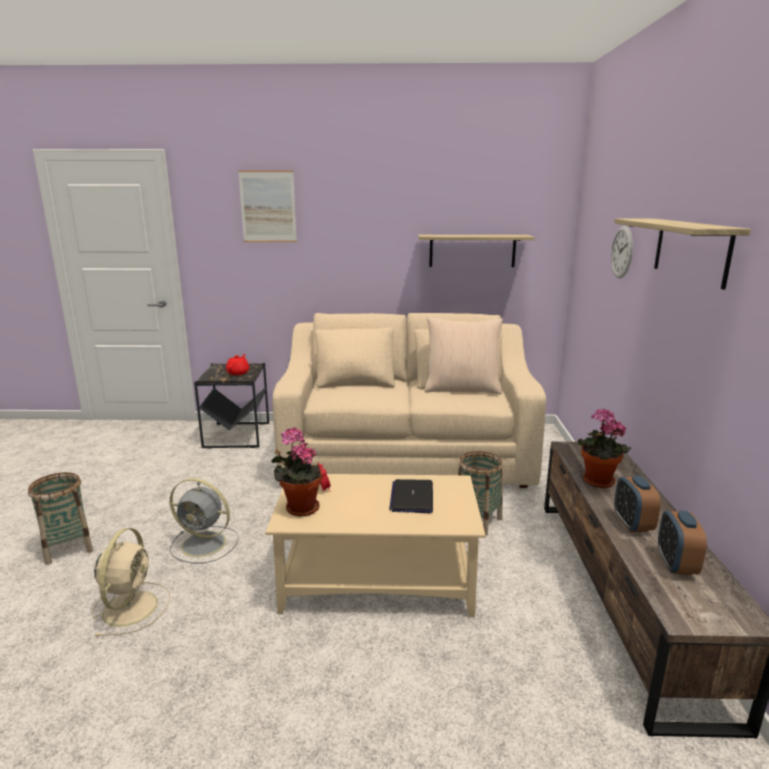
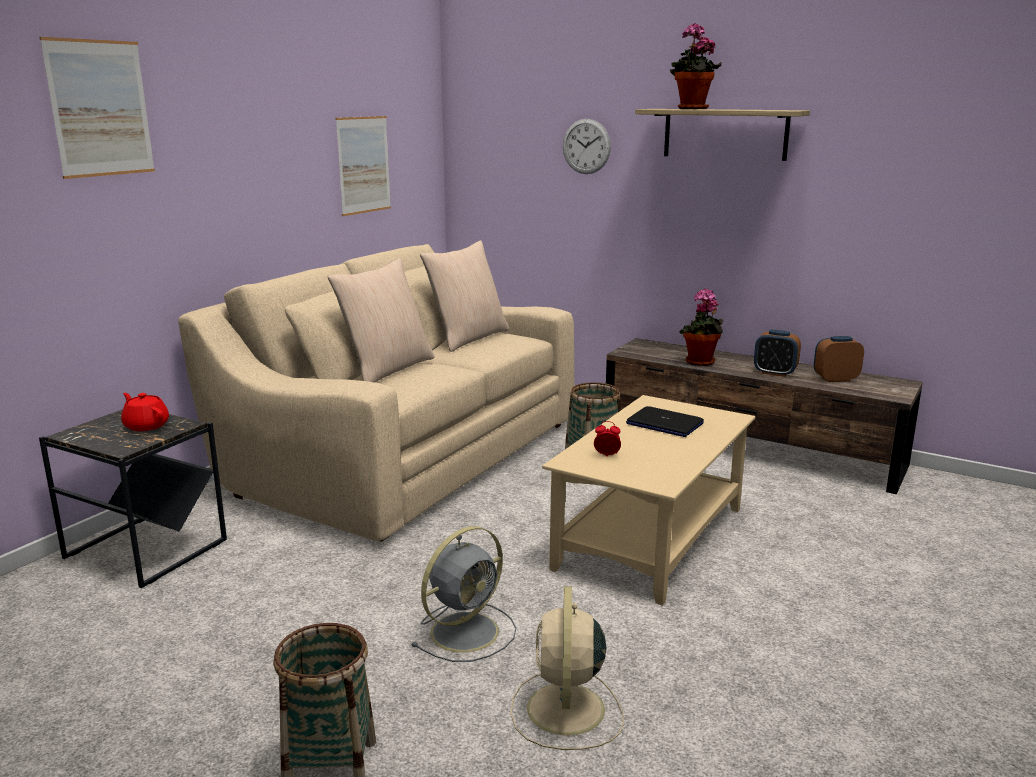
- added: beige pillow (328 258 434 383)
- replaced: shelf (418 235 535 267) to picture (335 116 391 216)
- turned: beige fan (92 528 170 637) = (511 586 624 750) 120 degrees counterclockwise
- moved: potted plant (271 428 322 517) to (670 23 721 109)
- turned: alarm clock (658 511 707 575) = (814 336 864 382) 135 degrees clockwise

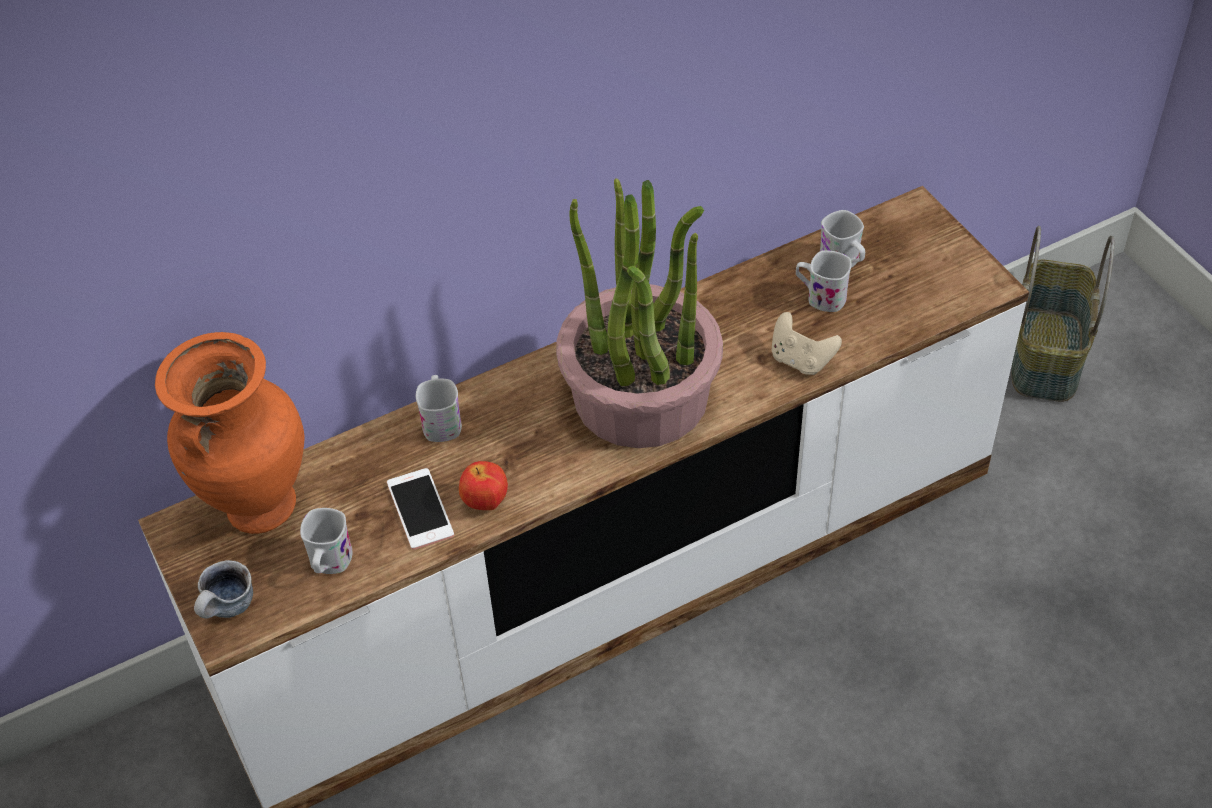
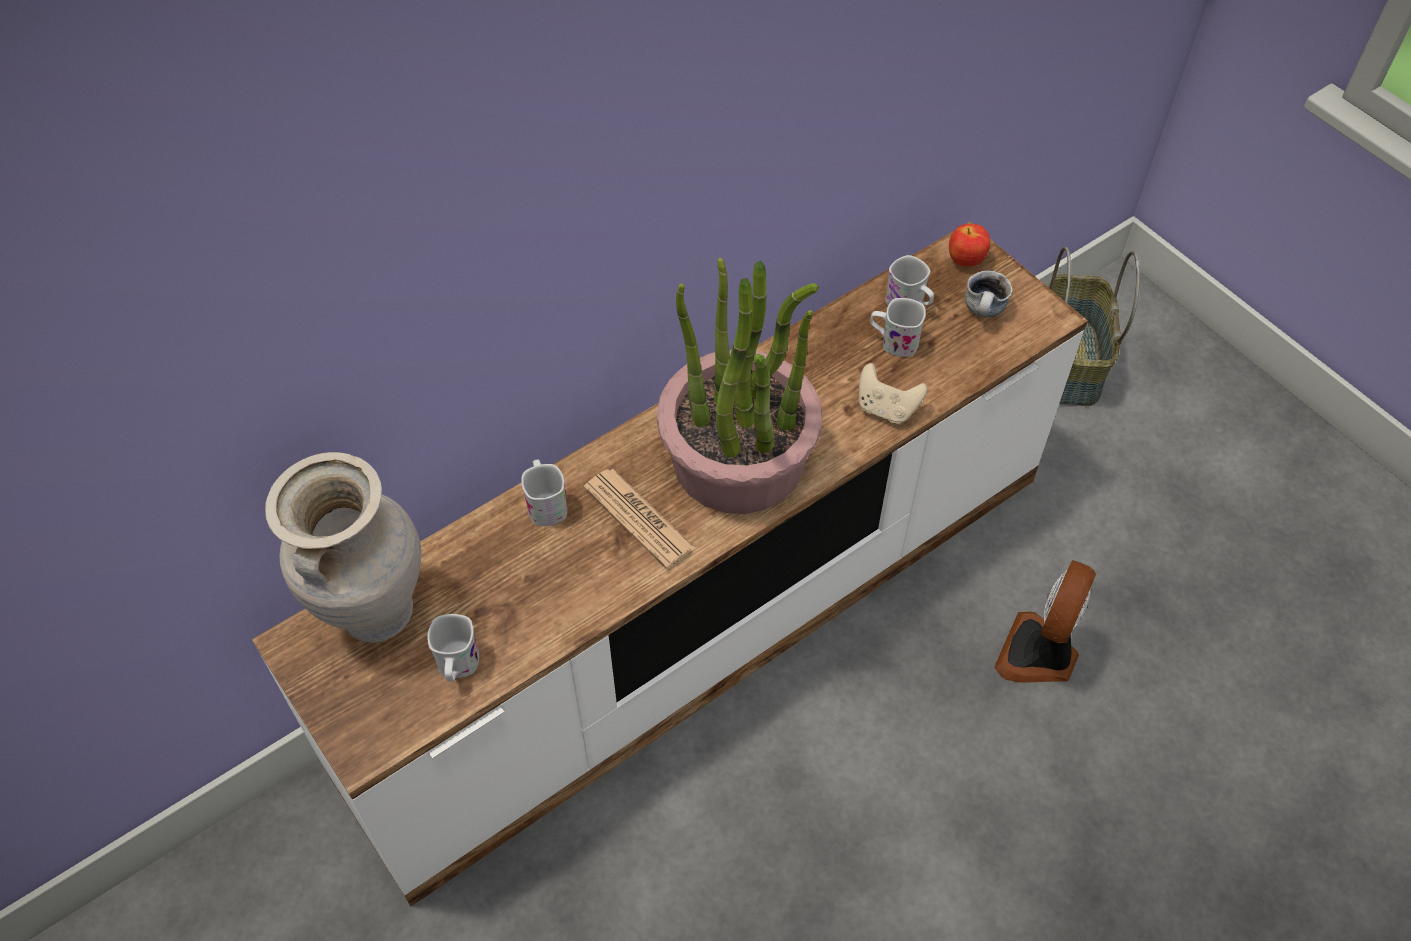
- recoloured: orange vase (155 332 305 534) to beige vase (265 452 421 643)
- added: newspaper (584 469 695 569)
- moved: apple (459 461 508 510) to (949 224 990 266)
- moved: mug (194 560 253 619) to (965 271 1013 318)
- added: fan (994 560 1096 683)
- removed: phone (387 468 454 550)

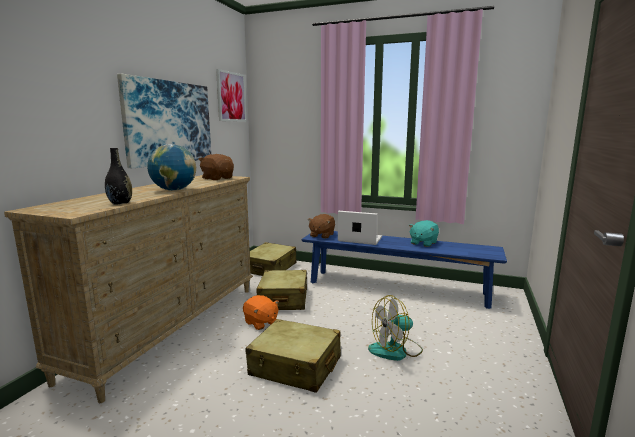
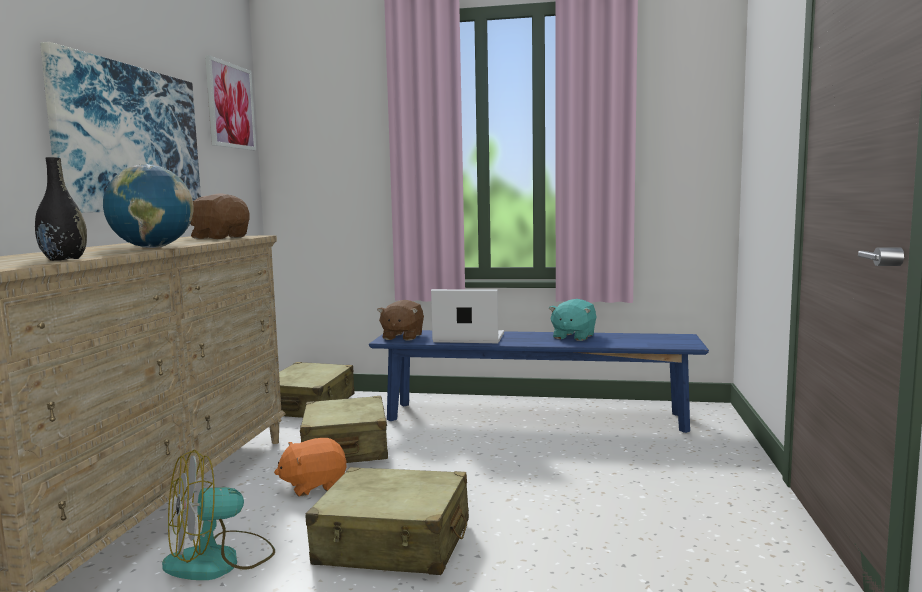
- moved: fan (368 295 423 361) to (162 450 275 580)
- turned: orange plush toy (243 295 279 330) = (274 438 347 497) 120 degrees clockwise

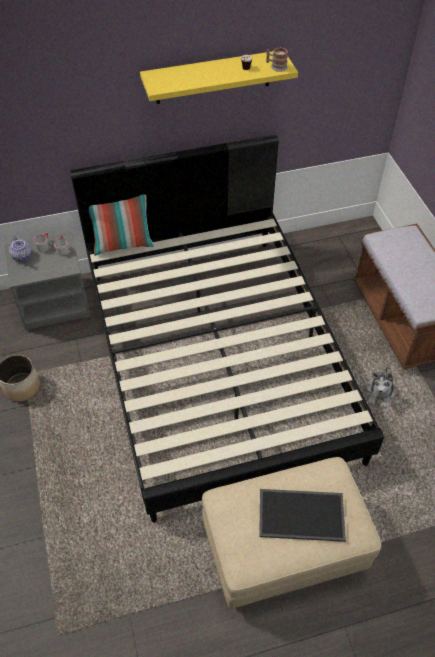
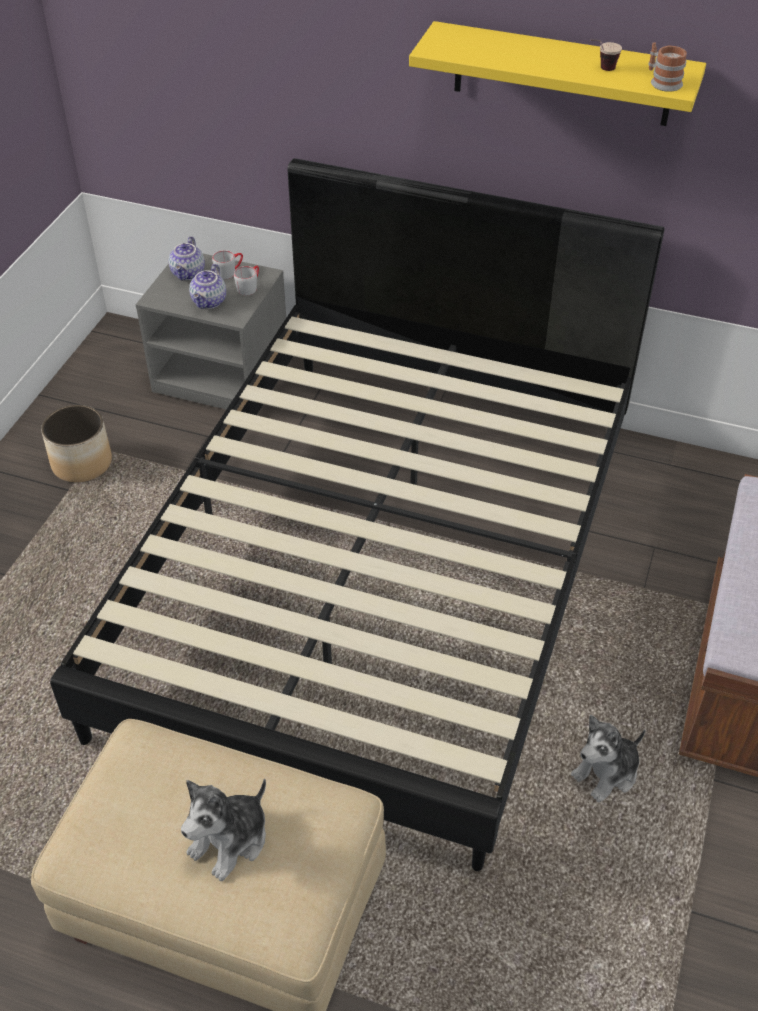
- replaced: tray (259 489 346 542) to plush toy (181 779 266 881)
- added: teapot (189 264 226 309)
- removed: pillow (89 194 154 256)

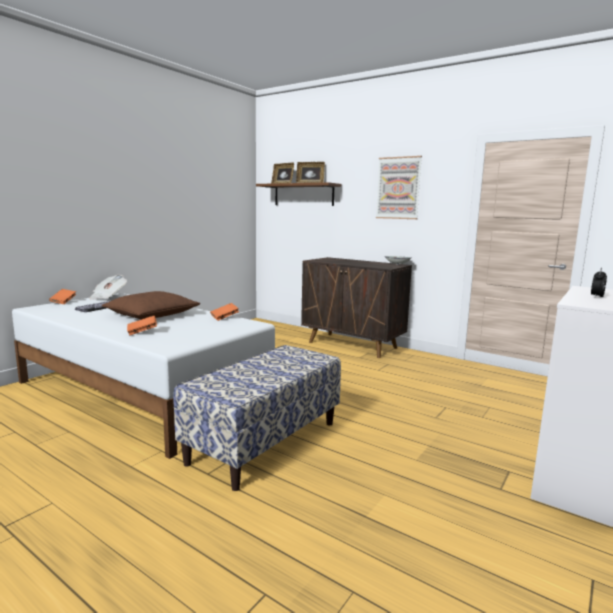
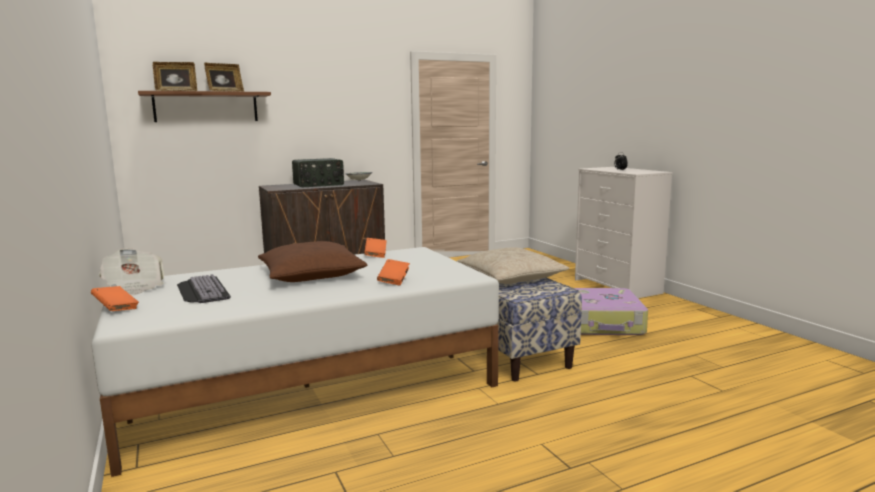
- added: radio (292 158 344 187)
- added: beige pillow (457 247 569 284)
- added: suitcase (574 288 648 335)
- removed: picture (376 156 422 219)

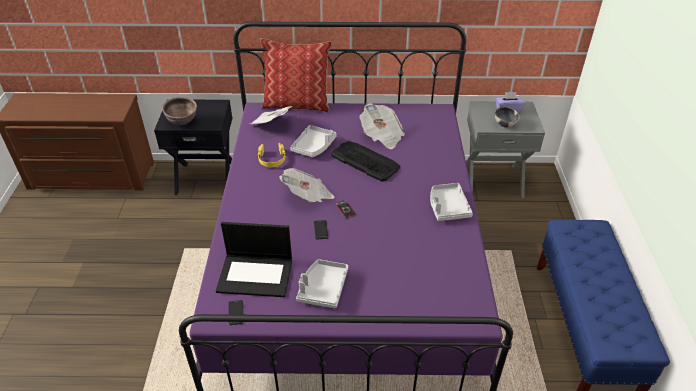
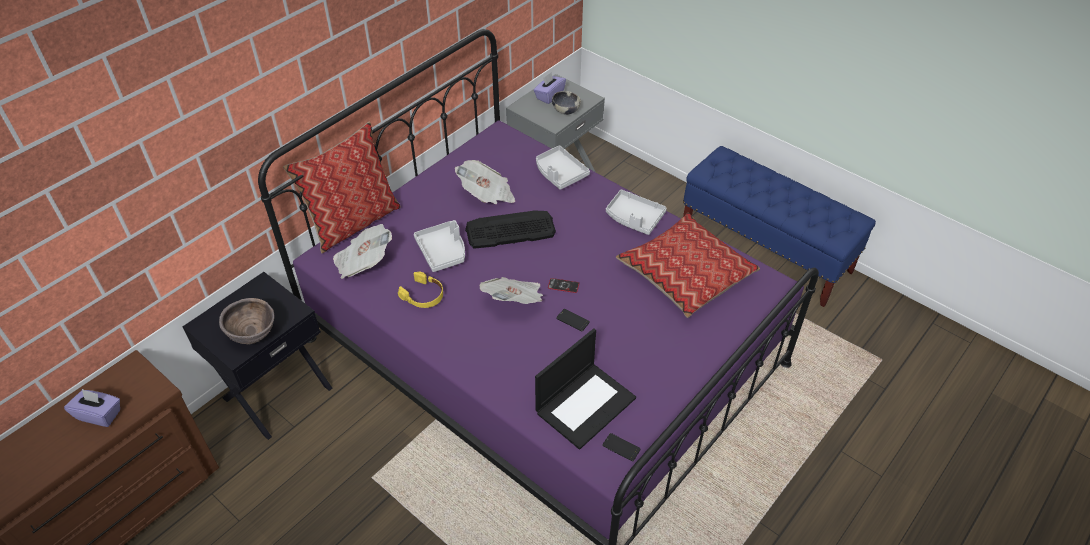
- added: purple tissue box (64 389 120 427)
- moved: grey tray (296 259 348 308) to (536 145 590 190)
- added: pillow (616 213 760 318)

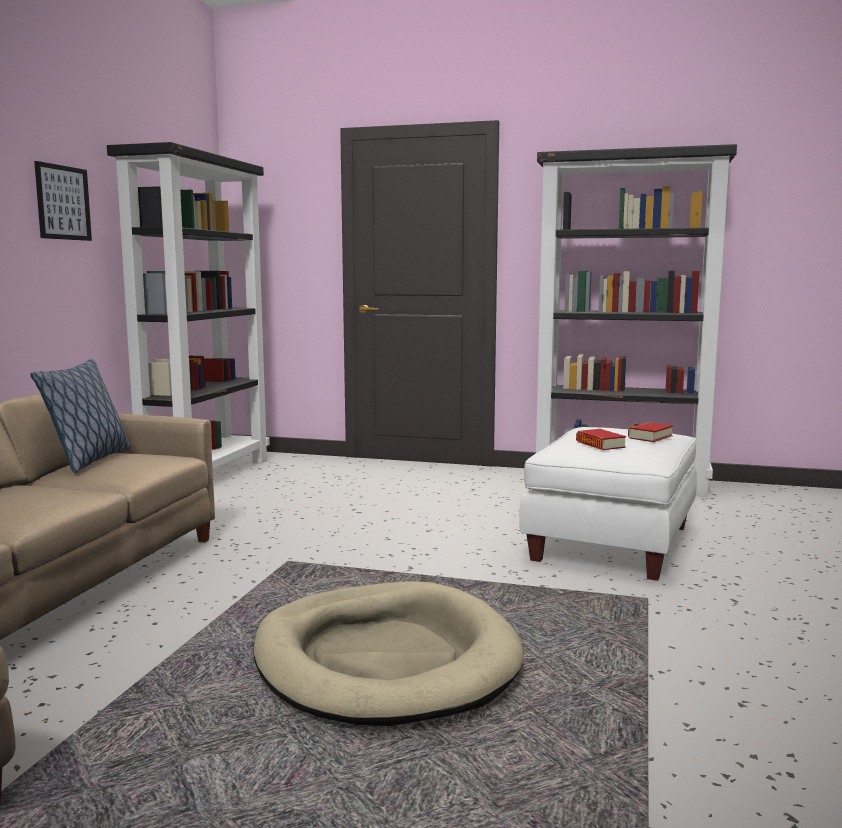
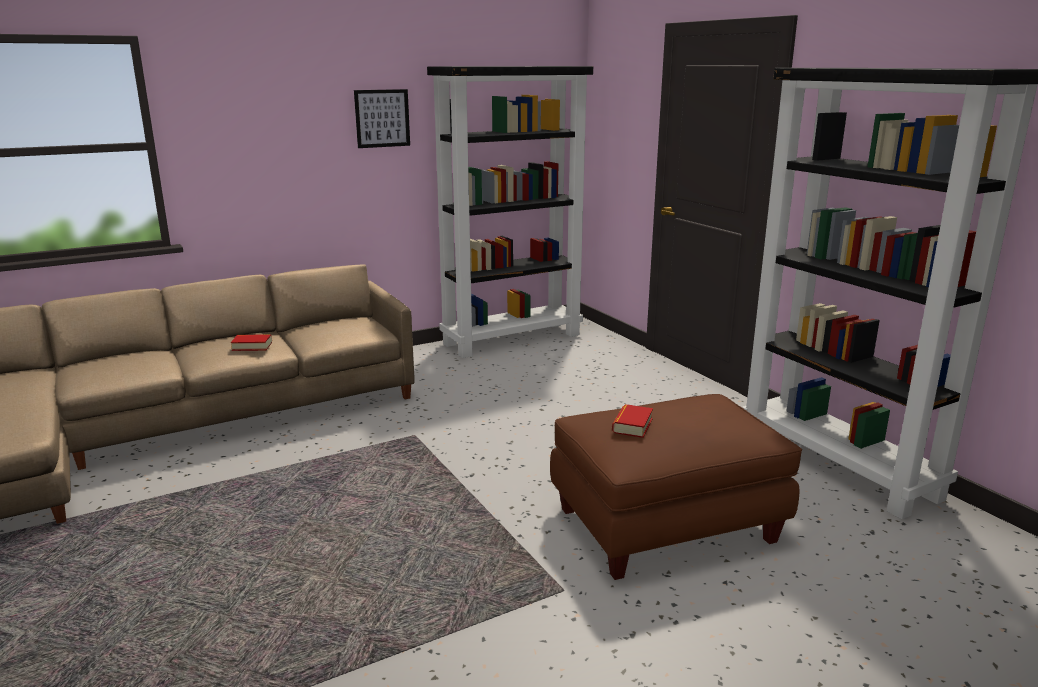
- moved: book (628 422 673 442) to (231 334 272 351)
- recoloured: white ottoman (519 427 697 581) to brown ottoman (550 394 802 580)
- removed: pillow (30 359 130 473)
- removed: beige dog bed (253 581 524 726)

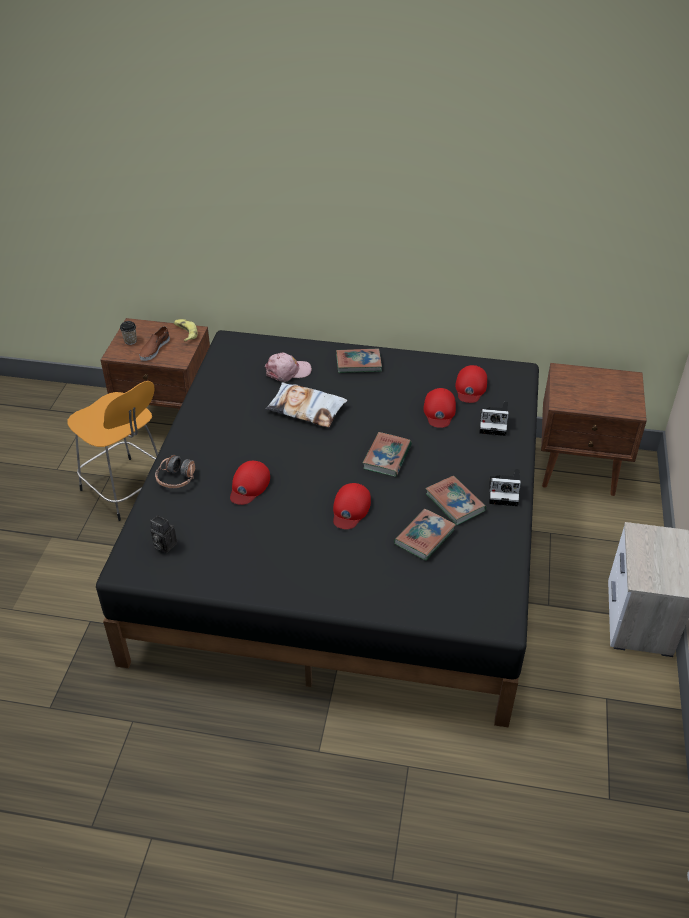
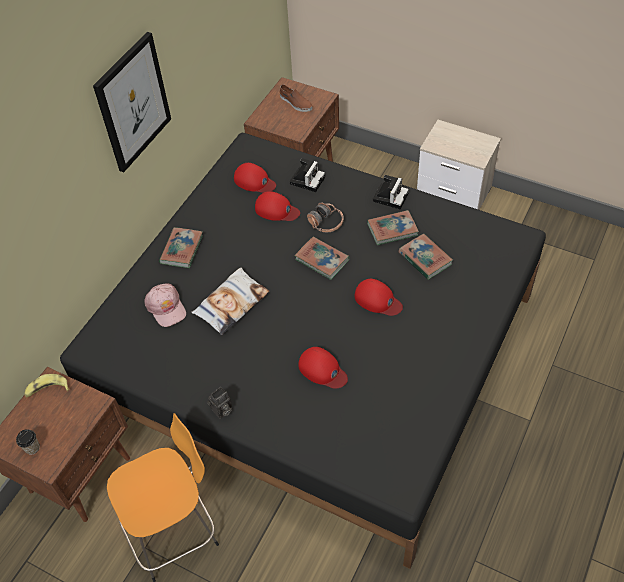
- added: picture (93 32 171 172)
- turned: pink cap (265 353 312 382) = (144 284 186 327) 150 degrees clockwise
- moved: photo camera (150 515 177 553) to (207 387 233 419)
- moved: brown shoe (139 326 170 361) to (279 85 312 112)
- moved: headphones (155 455 195 488) to (307 203 344 232)

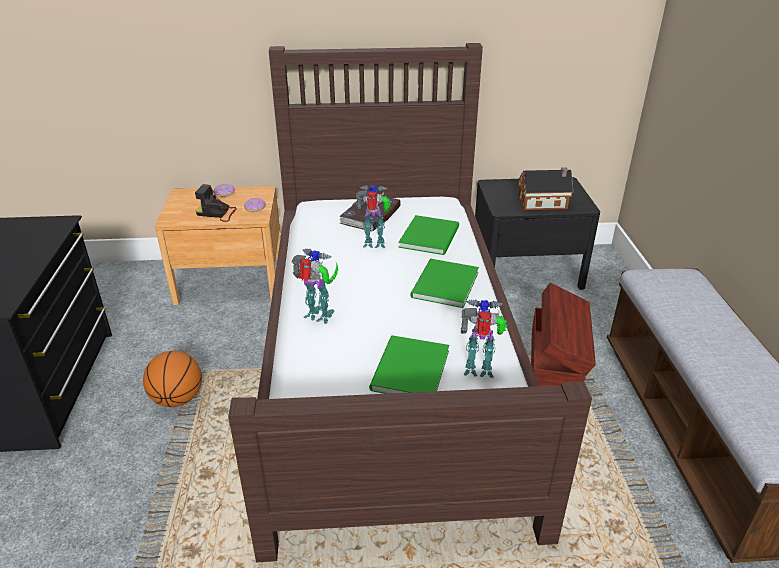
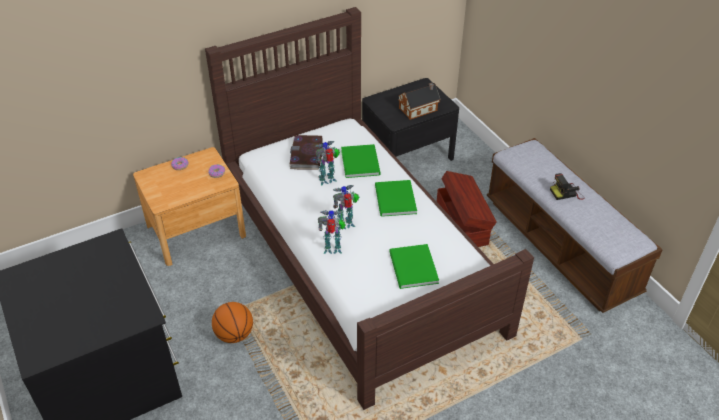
- moved: toy robot (461 299 508 378) to (333 185 359 231)
- moved: photo camera (195 184 237 222) to (550 173 585 200)

